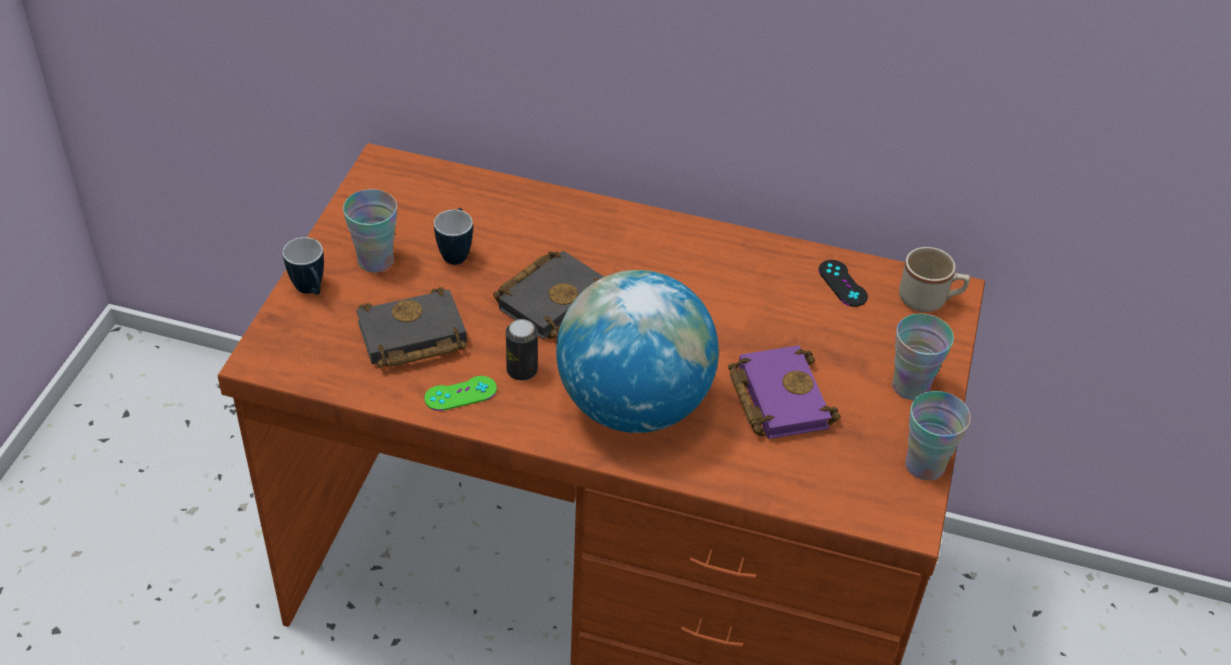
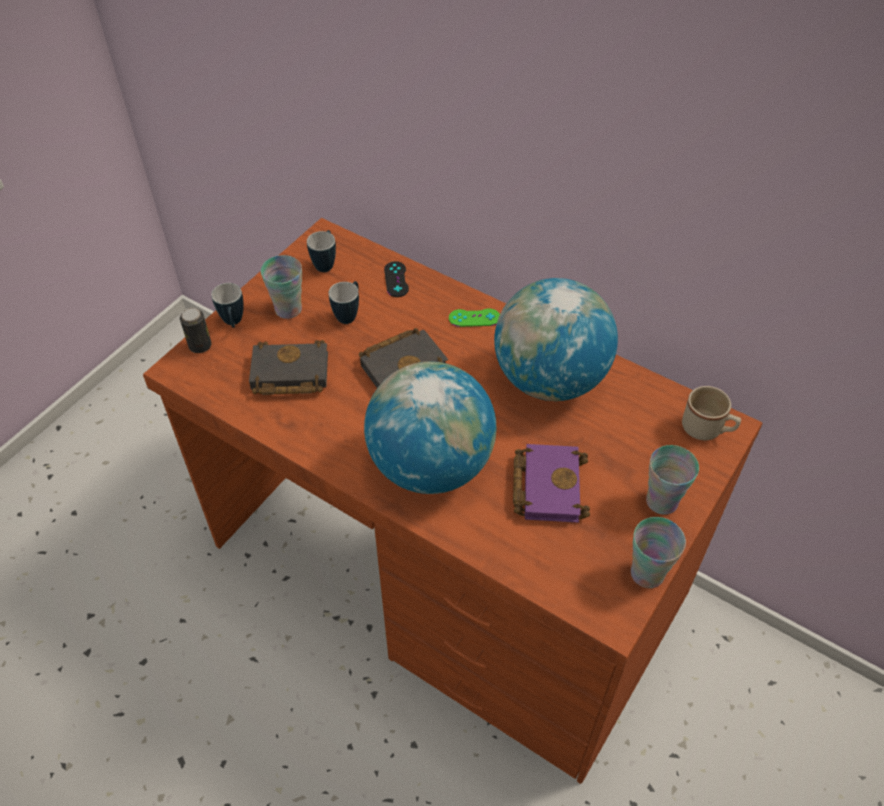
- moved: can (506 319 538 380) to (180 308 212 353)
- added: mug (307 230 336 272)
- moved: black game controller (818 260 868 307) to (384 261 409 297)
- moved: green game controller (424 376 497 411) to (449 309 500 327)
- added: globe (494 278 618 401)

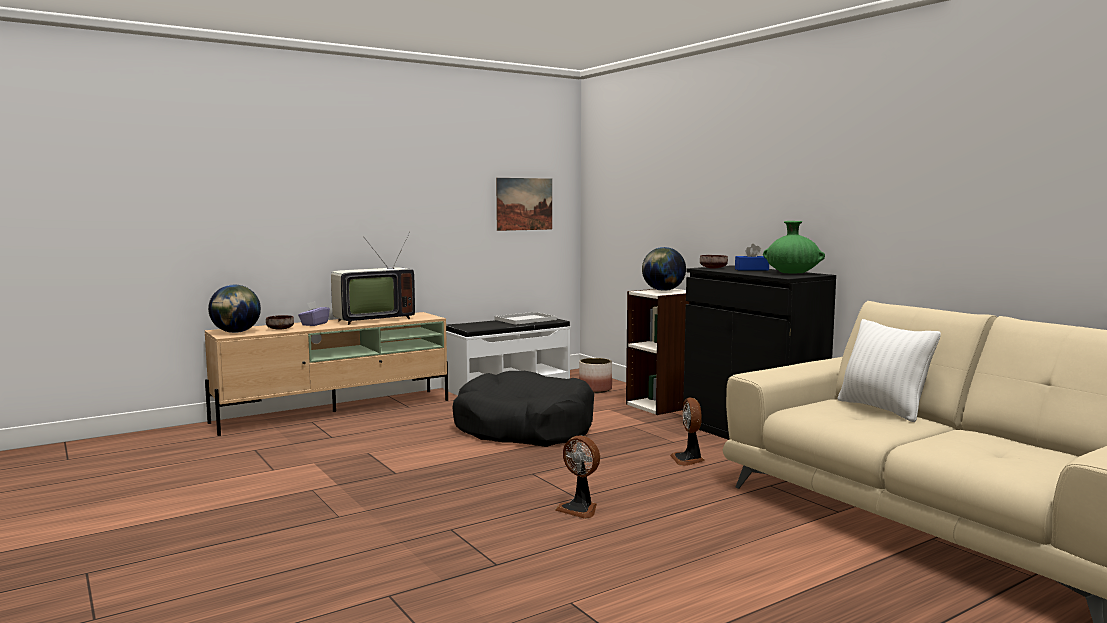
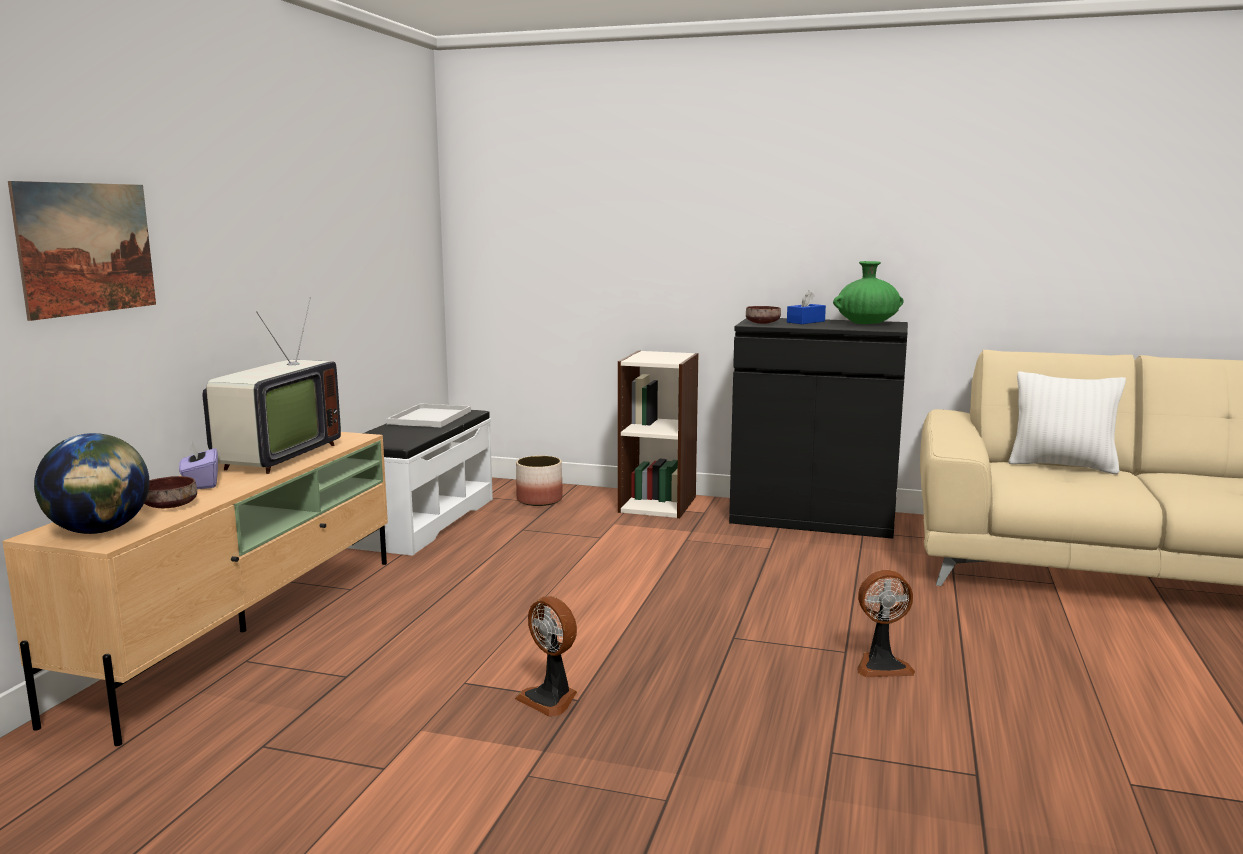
- moved: picture (496 178 552 231) to (8 181 156 321)
- moved: fan (670 398 705 466) to (515 596 577 717)
- removed: black dog bed (453 371 594 447)
- removed: globe (642 247 686 291)

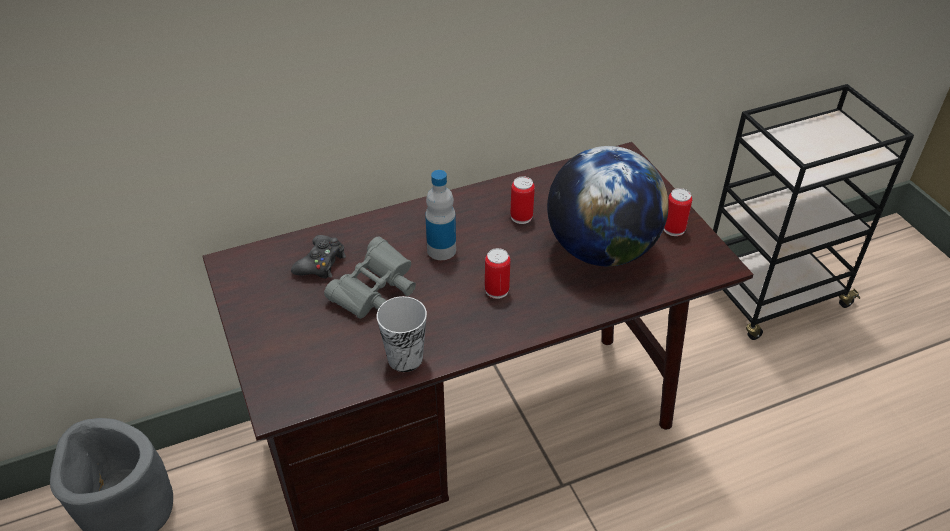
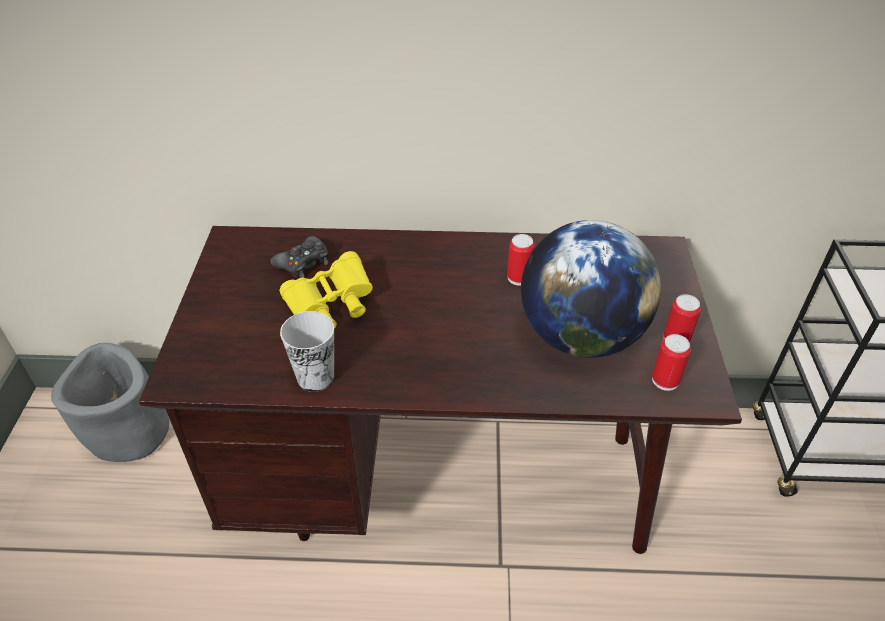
- recoloured: grey binoculars (324 237 416 319) to yellow binoculars (280 251 373 329)
- moved: can (485 248 510 299) to (652 334 691 391)
- removed: bottle (425 170 456 260)

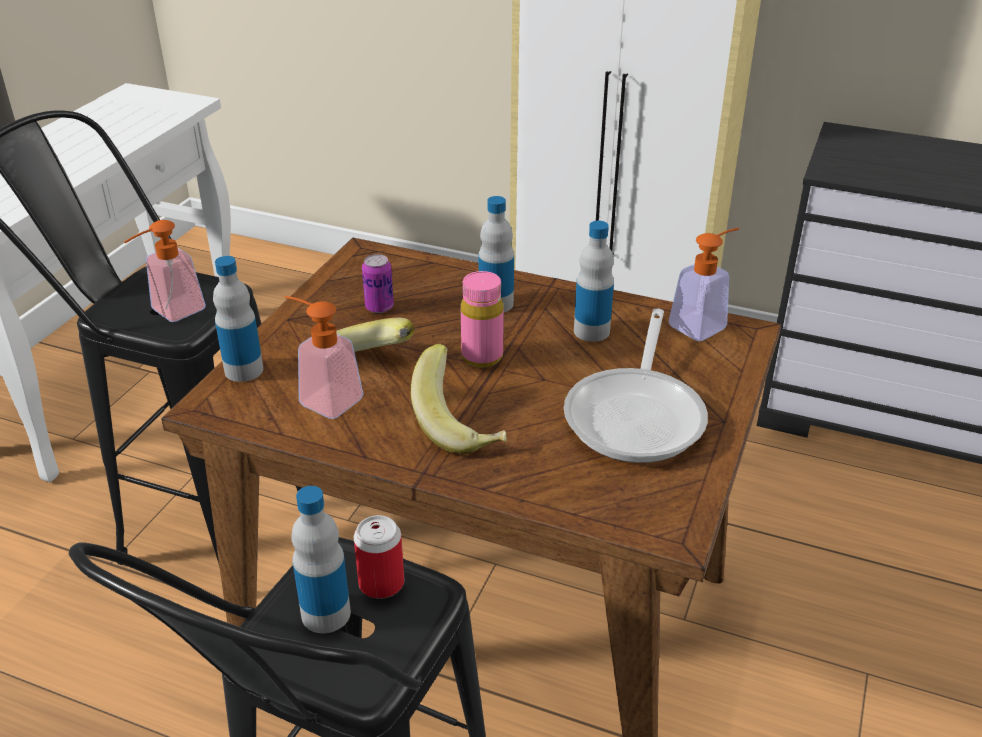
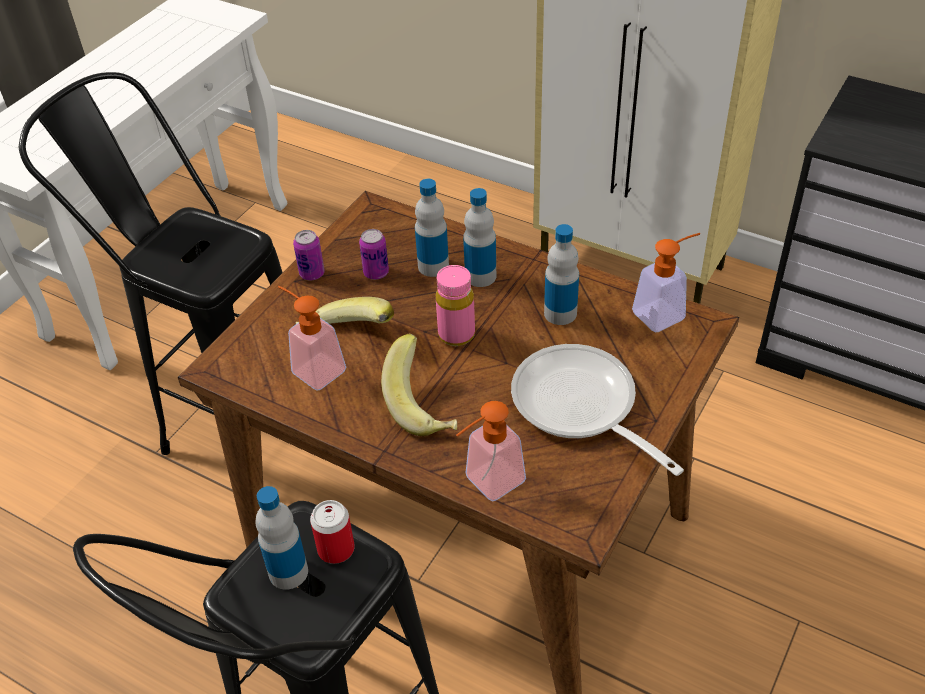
- added: can (293 230 325 281)
- moved: bottle (213 256 263 382) to (415 179 449 277)
- moved: soap dispenser (124 220 206 322) to (456 401 526 502)
- turned: frying pan (564 308 708 463) = (511 344 684 476) 120 degrees clockwise

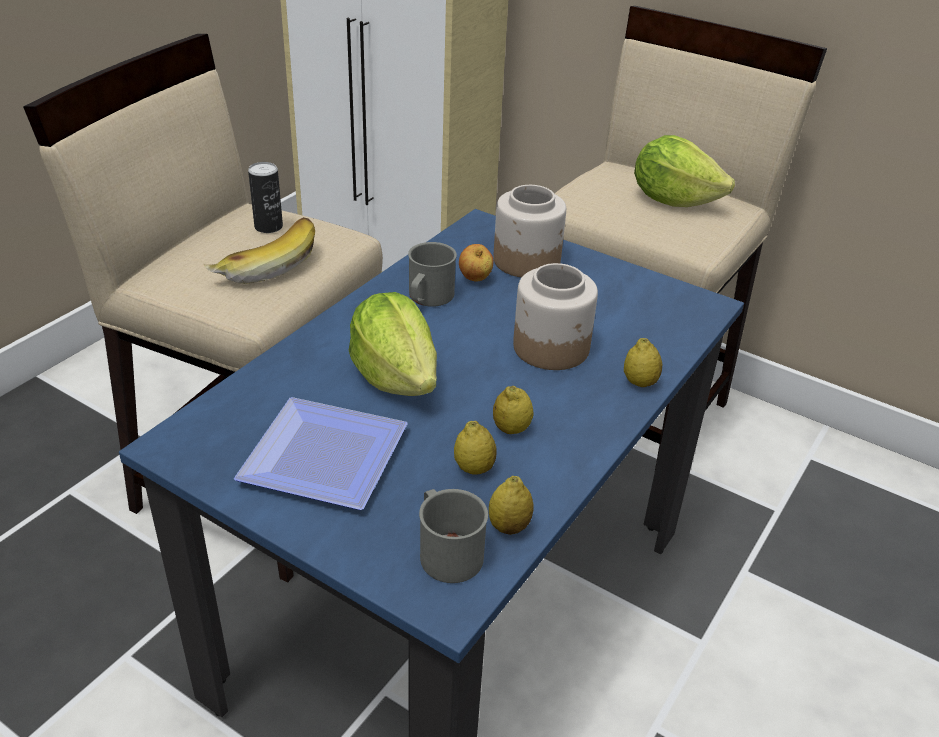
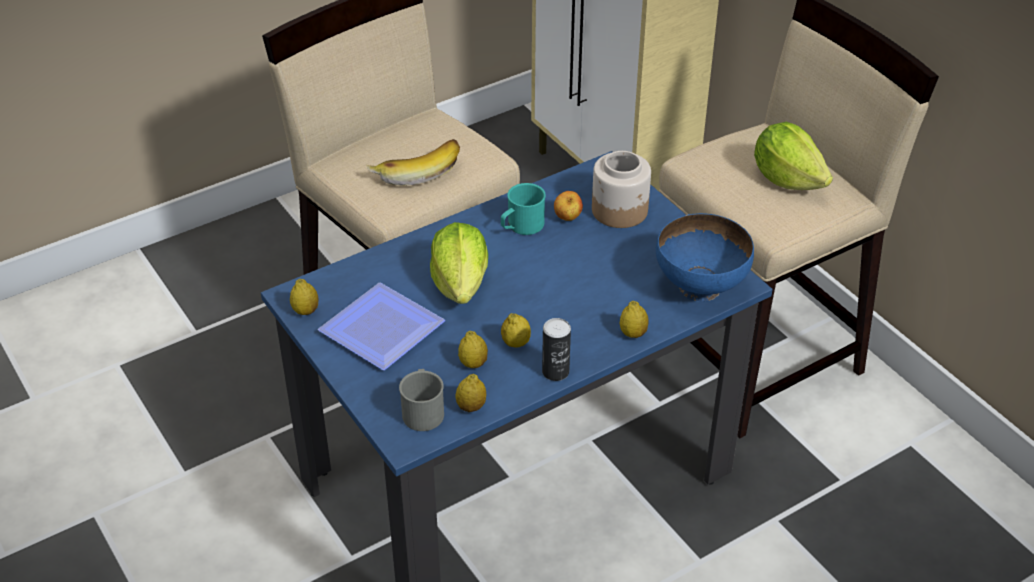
- added: lemon (290 279 319 315)
- recoloured: grey mug (408 242 457 307) to turquoise mug (501 183 546 235)
- moved: can (248 162 283 233) to (542 318 571 381)
- added: blue bowl (656 213 754 302)
- removed: jar (513 263 598 370)

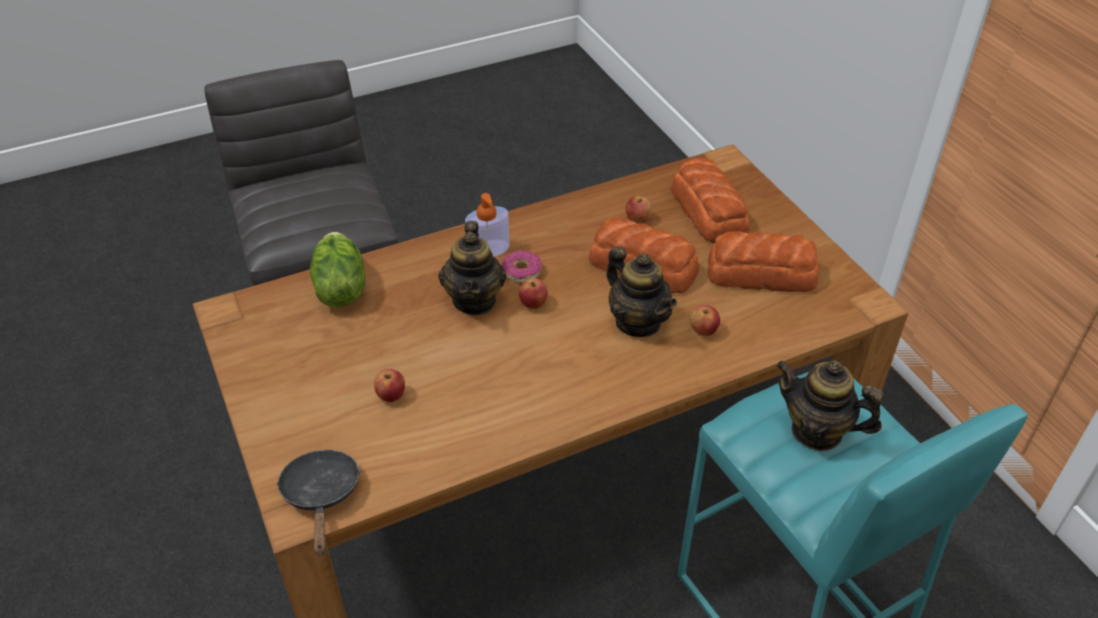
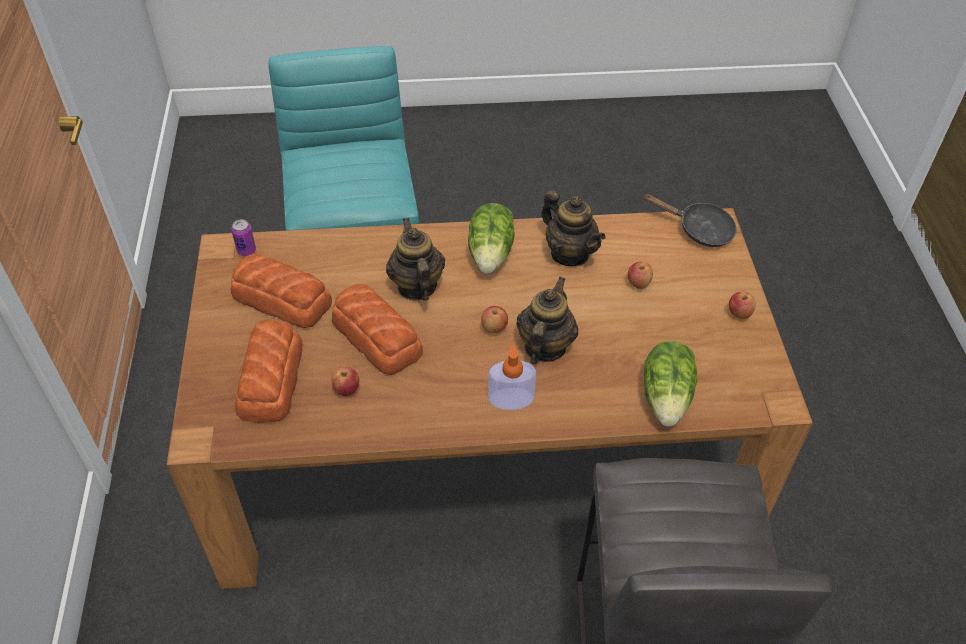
- added: can (231 219 256 256)
- added: lettuce (468 203 515 274)
- moved: teapot (776 360 883 451) to (541 190 606 266)
- turned: black frying pan (276 450 360 555) = (643 194 737 247) 75 degrees counterclockwise
- moved: apple (690 305 720 336) to (729 291 756 319)
- removed: donut (502 250 542 283)

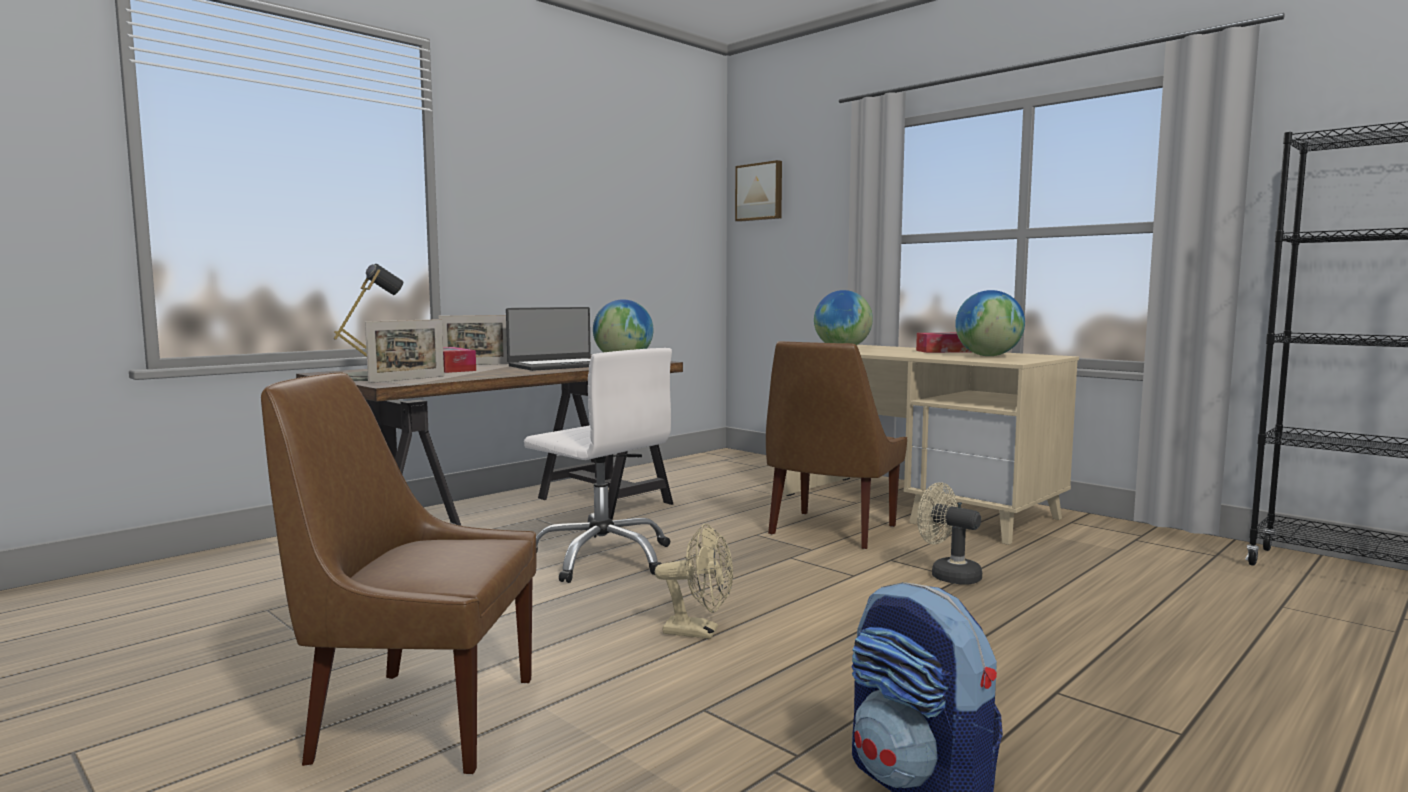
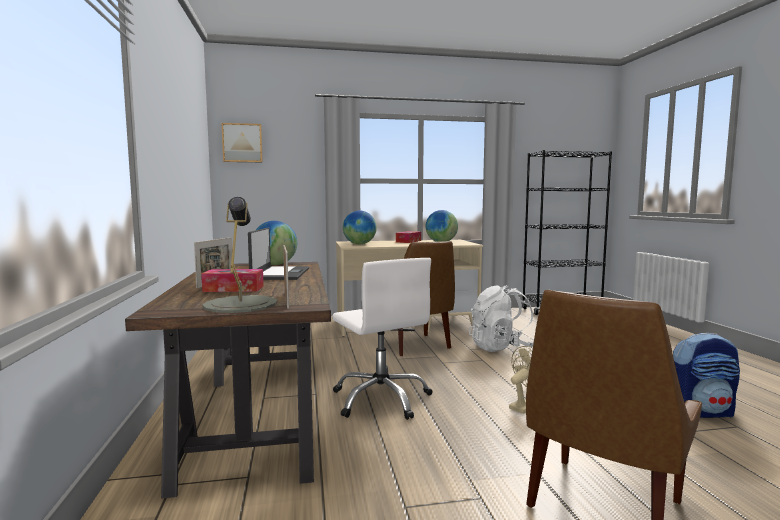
- turned: white office chair (524 348 672 583) = (332 258 433 420) 75 degrees clockwise
- replaced: beige fan (917 482 982 585) to white backpack (469 285 534 352)

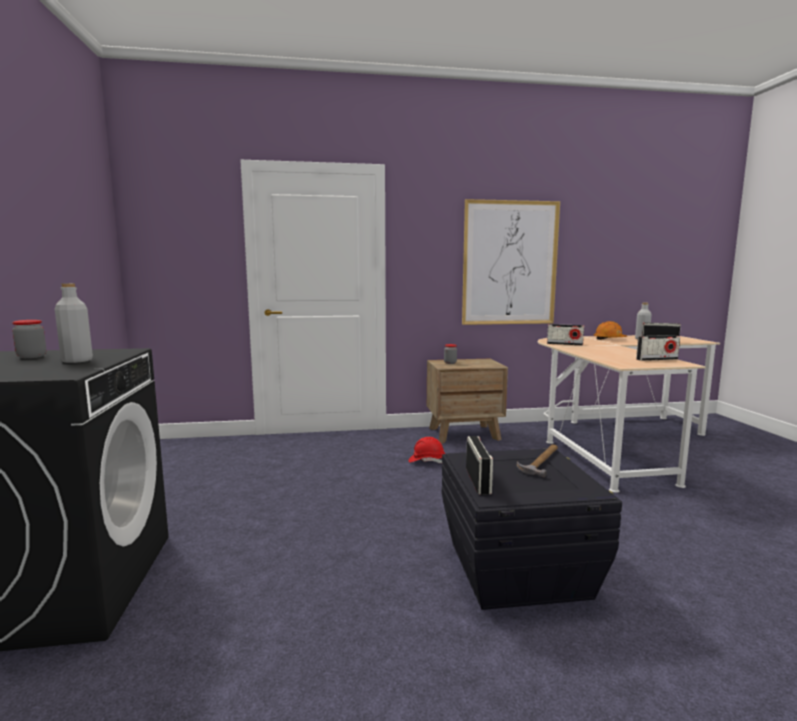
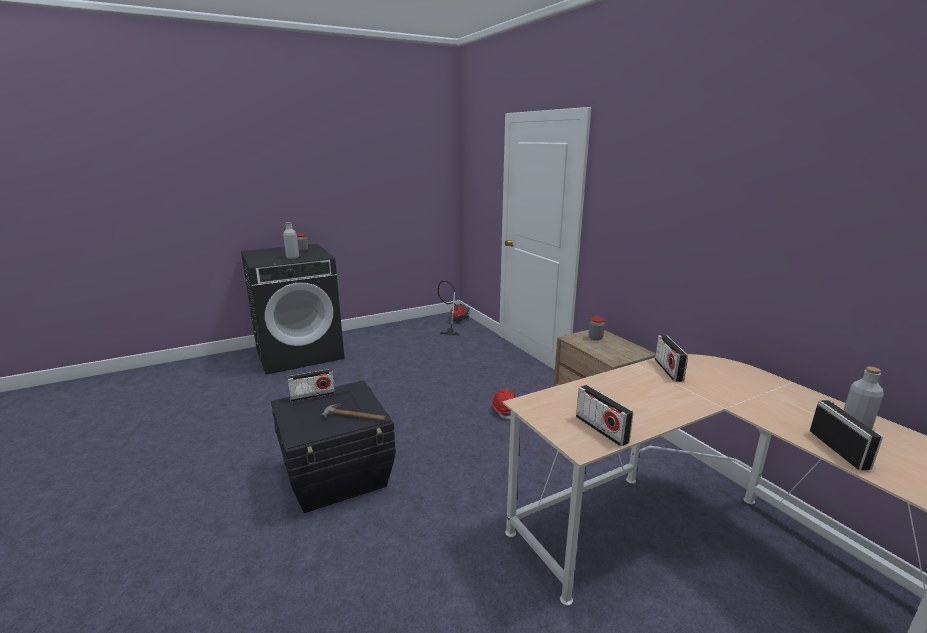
- added: vacuum cleaner (438 280 470 335)
- removed: picture (462 199 560 325)
- removed: orange hard hat (593 321 627 340)

